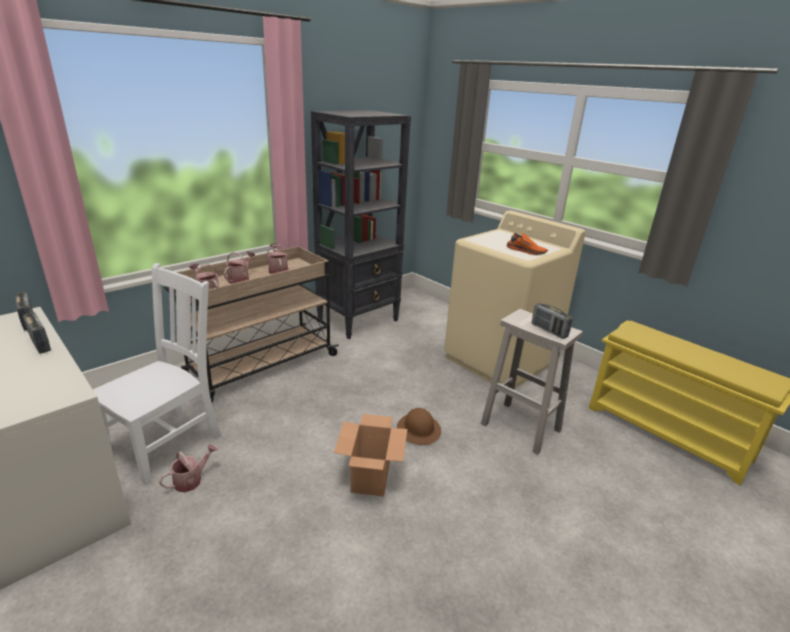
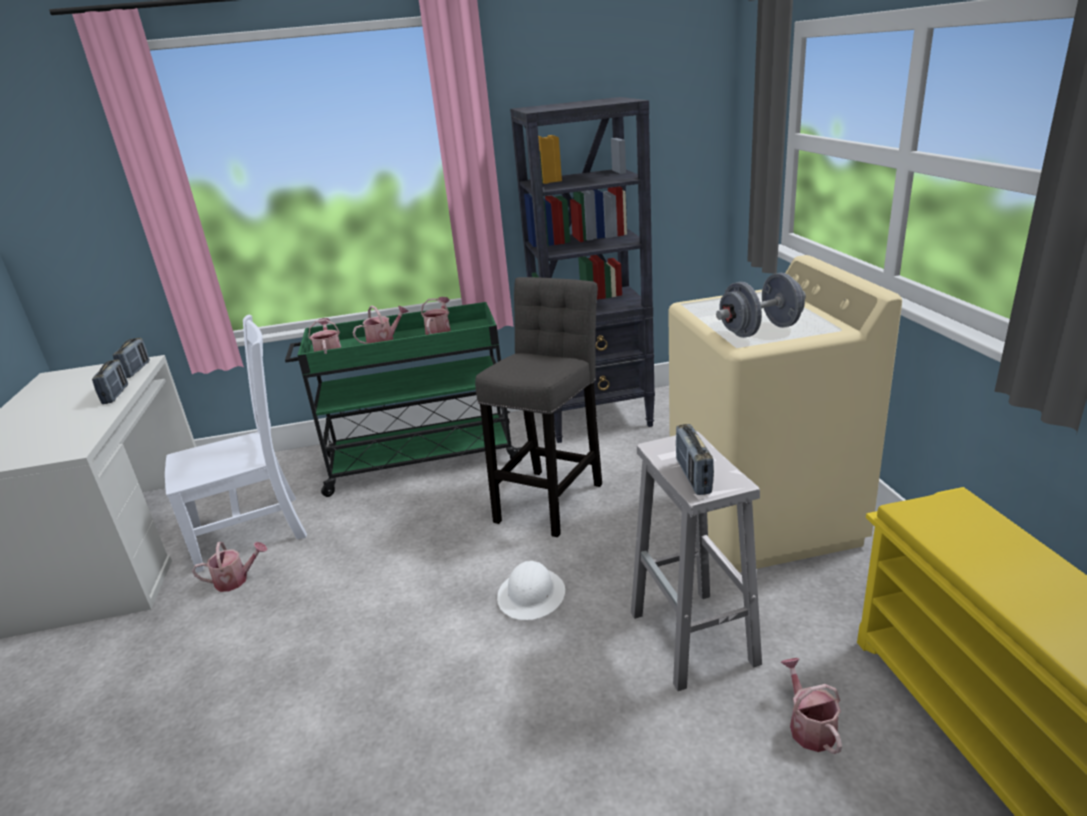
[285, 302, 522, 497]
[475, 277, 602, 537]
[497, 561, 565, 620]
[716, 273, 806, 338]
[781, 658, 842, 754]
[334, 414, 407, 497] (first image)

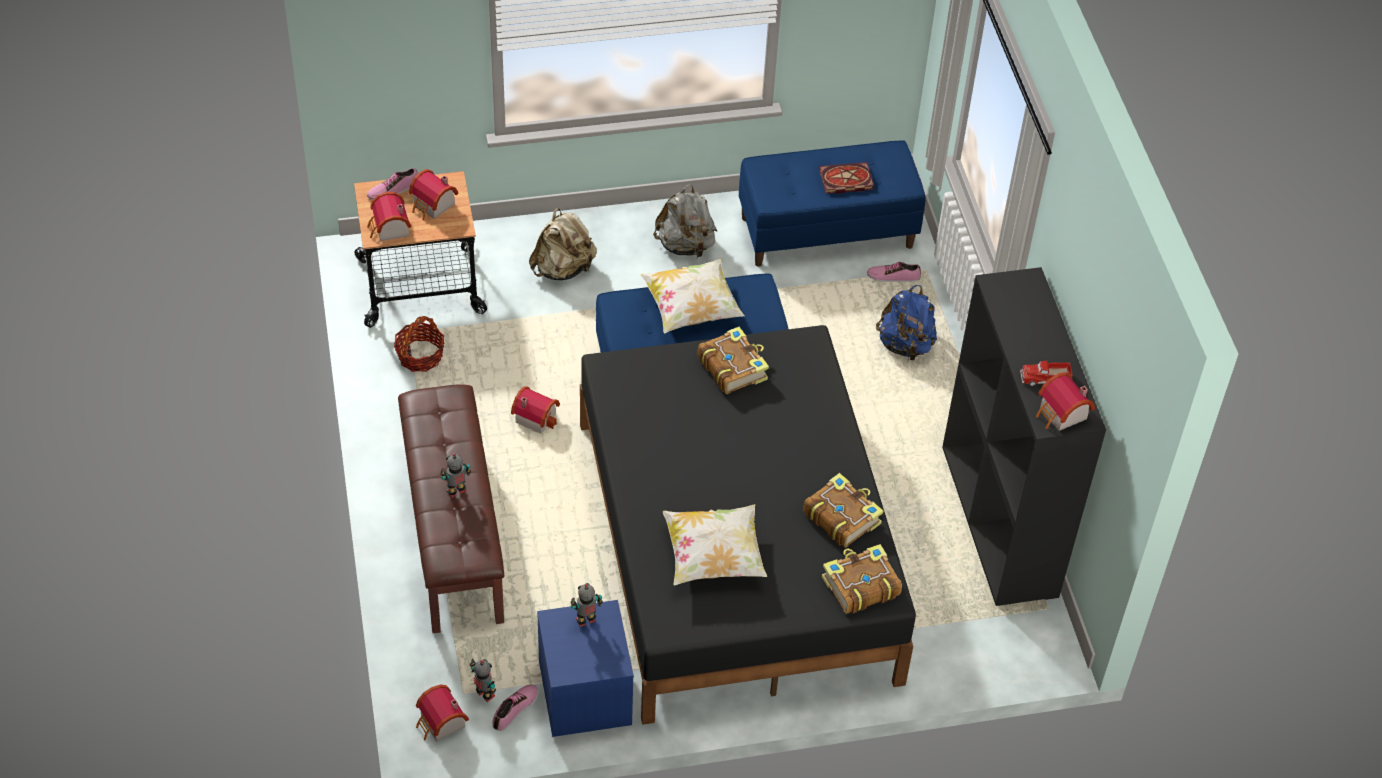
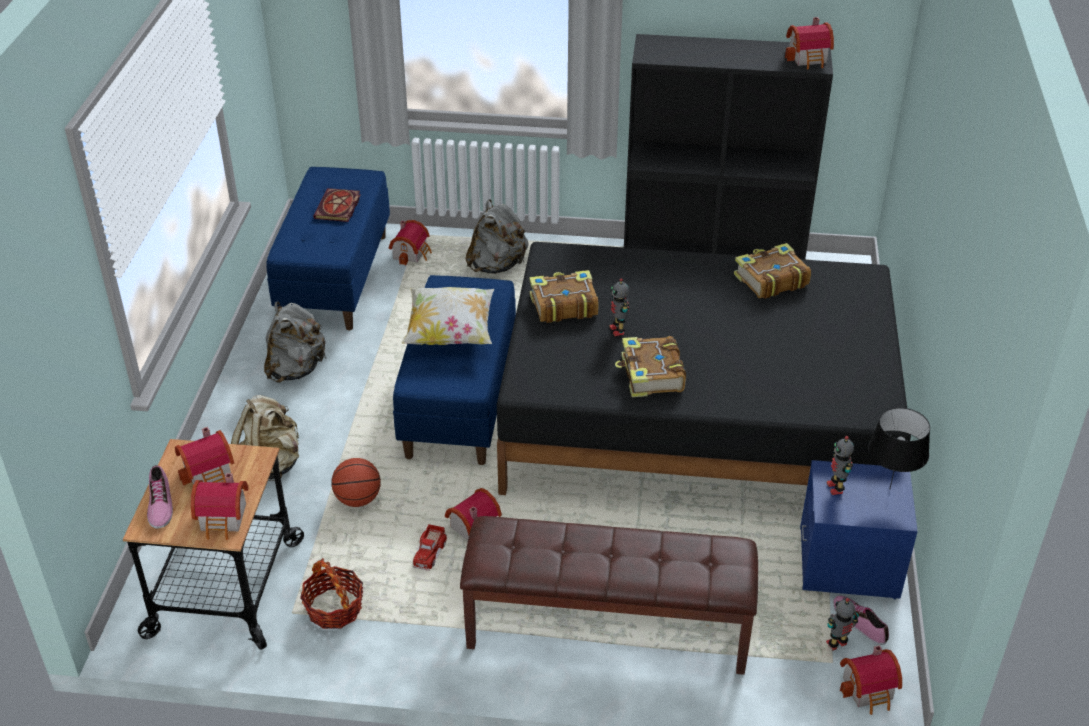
[331, 458, 381, 507]
[389, 220, 432, 266]
[413, 524, 447, 571]
[466, 199, 529, 274]
[610, 278, 629, 336]
[615, 336, 686, 397]
[868, 408, 930, 490]
[663, 504, 767, 586] (first image)

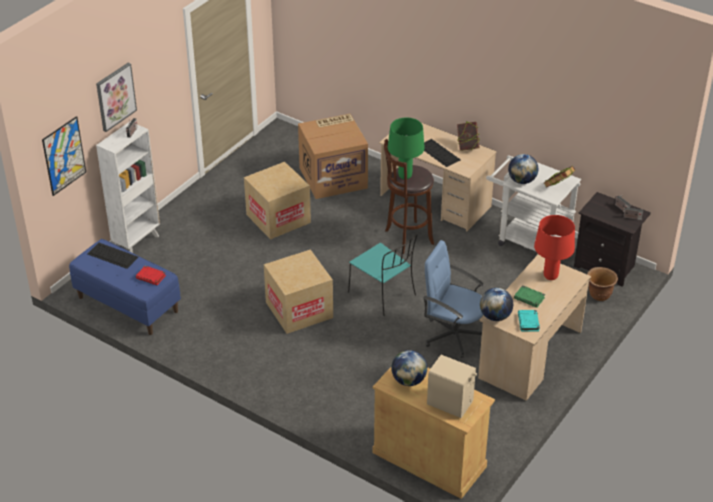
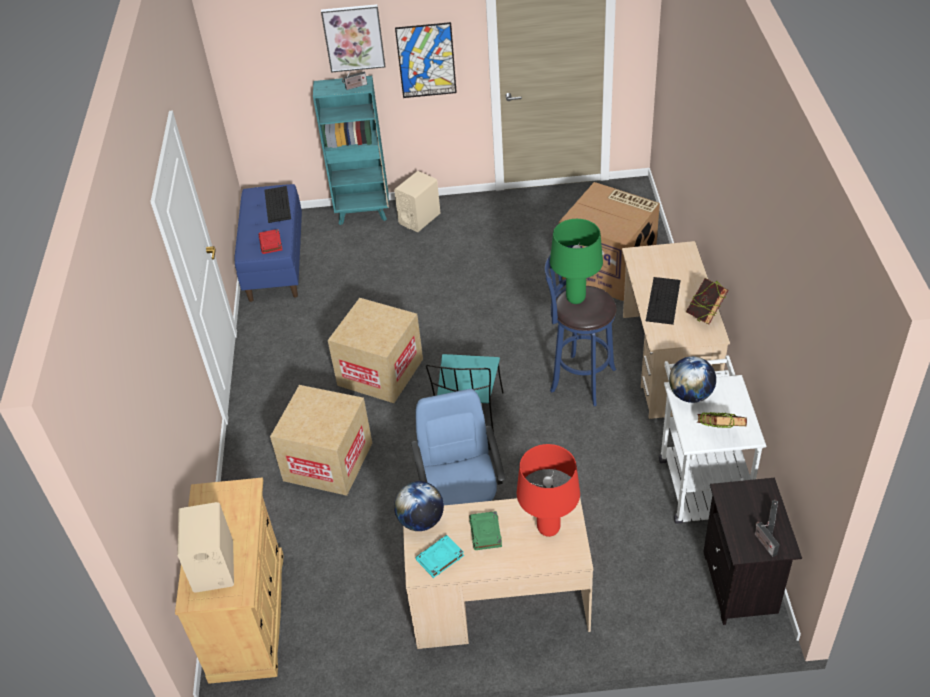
[270, 385, 372, 496]
[313, 76, 389, 225]
[394, 171, 441, 232]
[395, 22, 457, 98]
[545, 245, 616, 406]
[391, 350, 427, 386] (first image)
[587, 267, 618, 301] (first image)

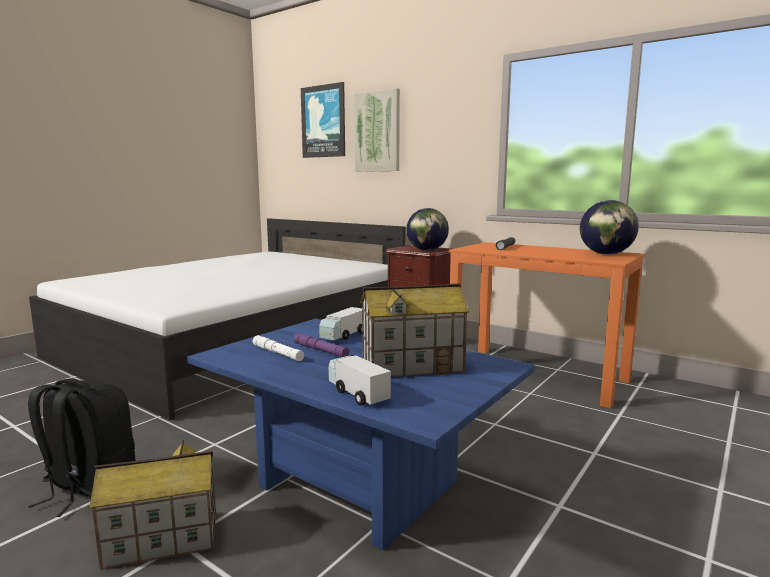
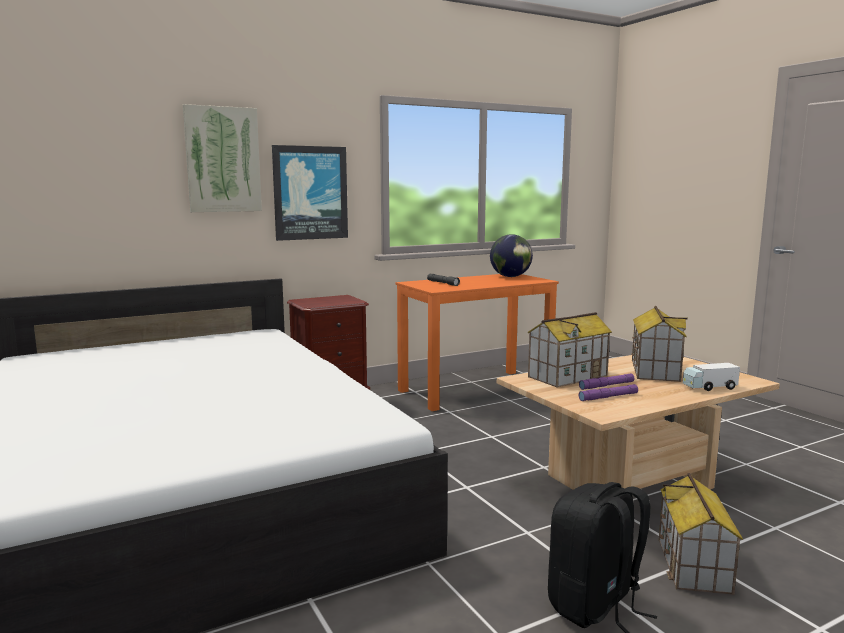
[272, 145, 348, 241]
[497, 355, 780, 490]
[528, 312, 612, 387]
[579, 384, 638, 401]
[406, 208, 449, 251] (first image)

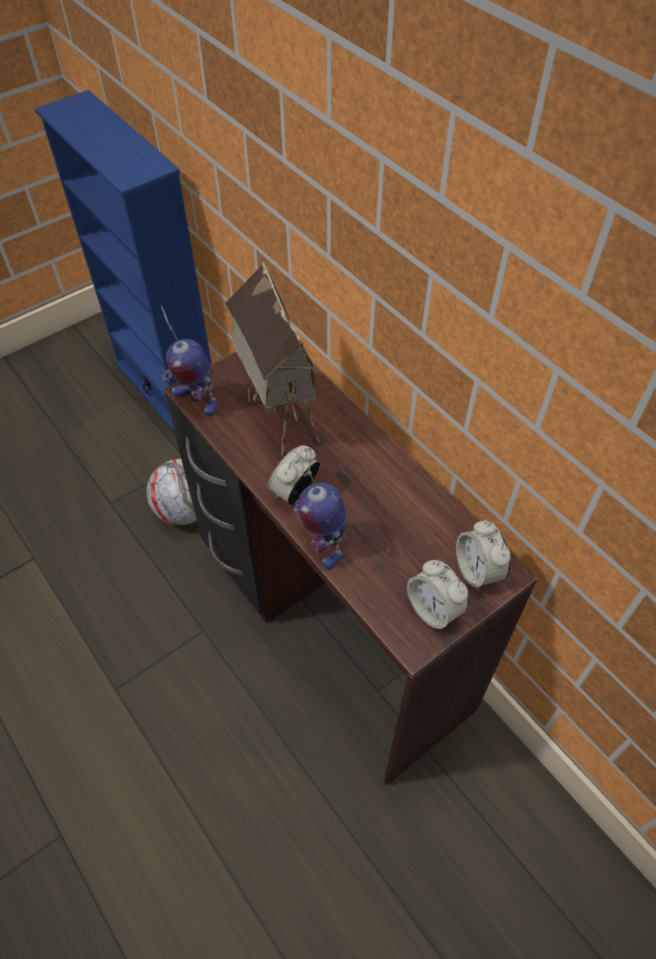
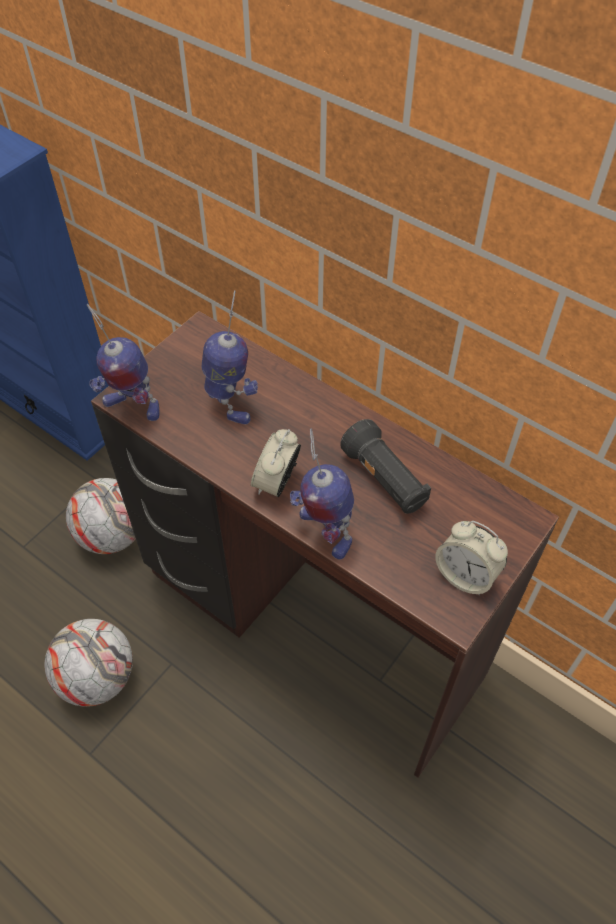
[44, 619, 133, 707]
[202, 290, 258, 425]
[340, 419, 431, 514]
[456, 520, 511, 590] (first image)

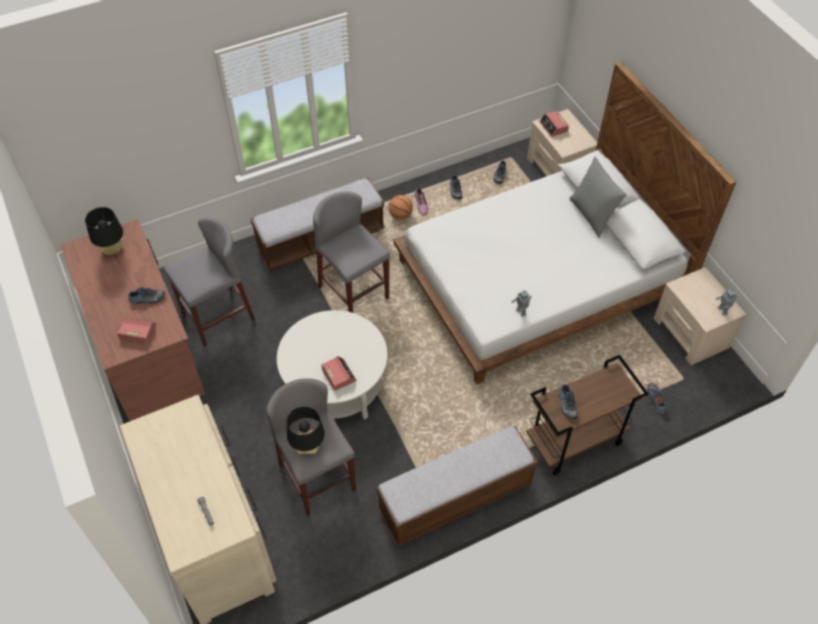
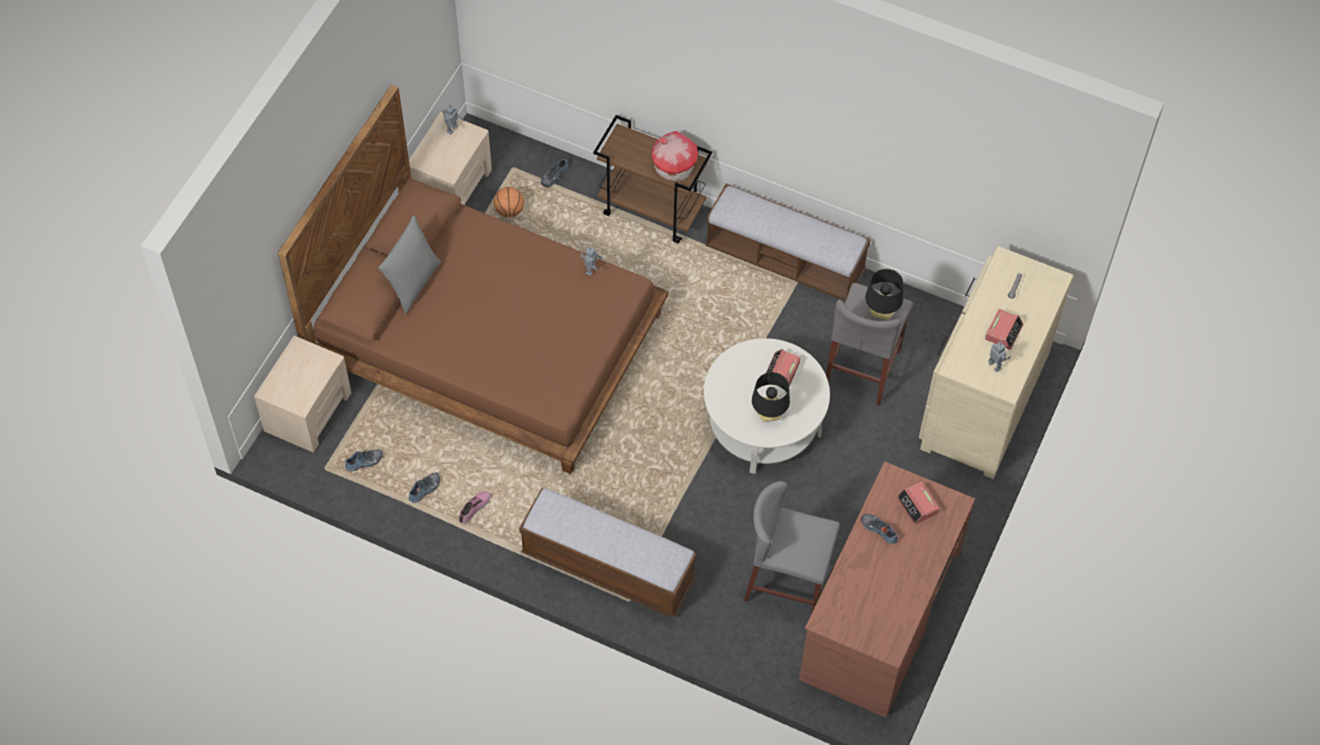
[278, 85, 668, 474]
[494, 187, 525, 218]
[651, 131, 698, 181]
[752, 372, 790, 422]
[985, 309, 1024, 350]
[988, 342, 1011, 372]
[313, 192, 390, 313] (first image)

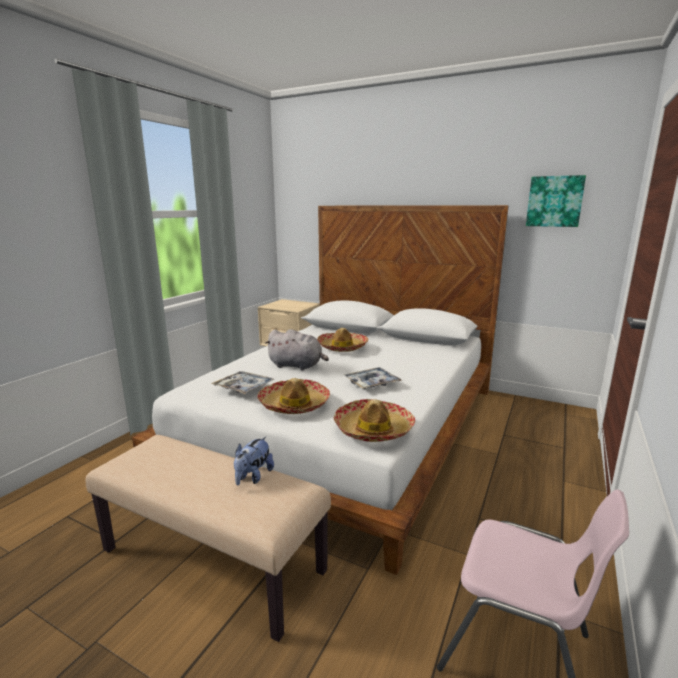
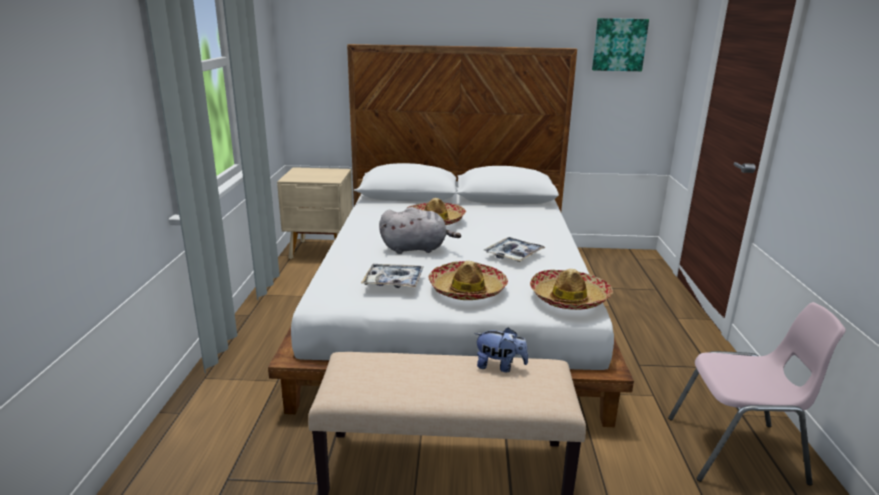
[474, 327, 528, 372]

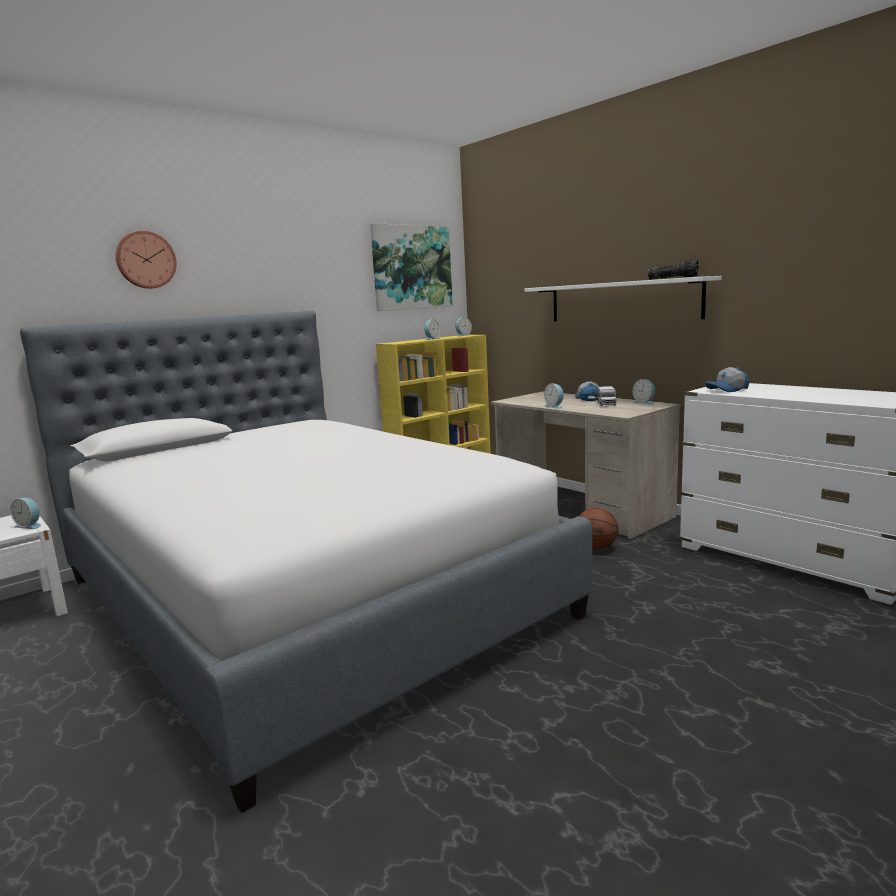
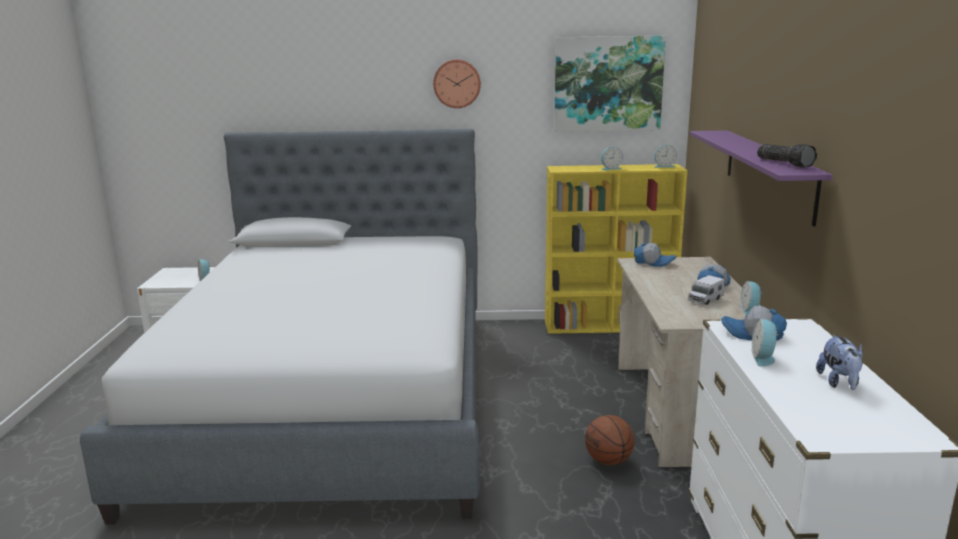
[433, 59, 481, 108]
[634, 243, 676, 267]
[690, 130, 833, 227]
[751, 319, 780, 367]
[816, 334, 863, 390]

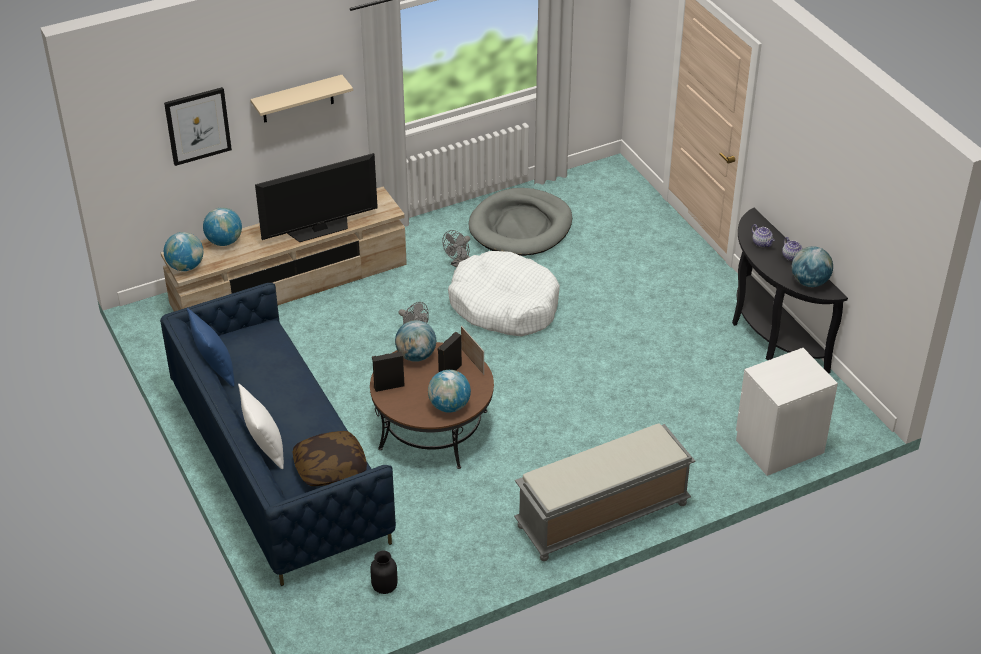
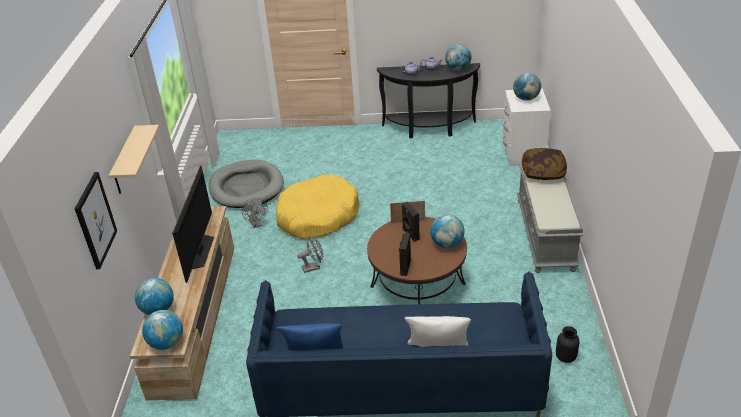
[276, 174, 360, 239]
[513, 73, 541, 101]
[522, 148, 567, 180]

